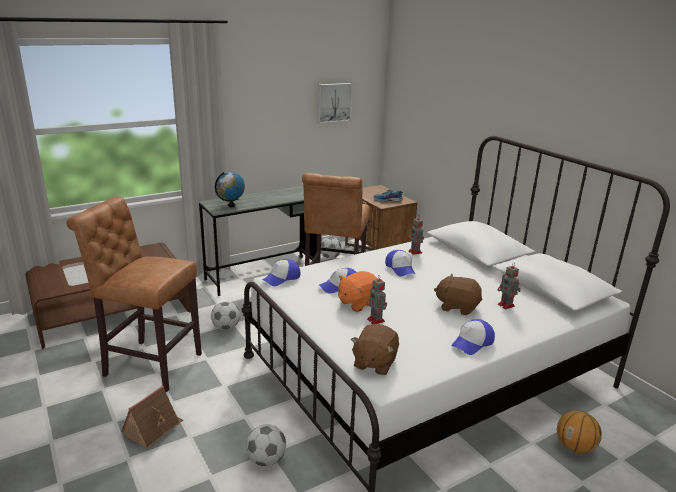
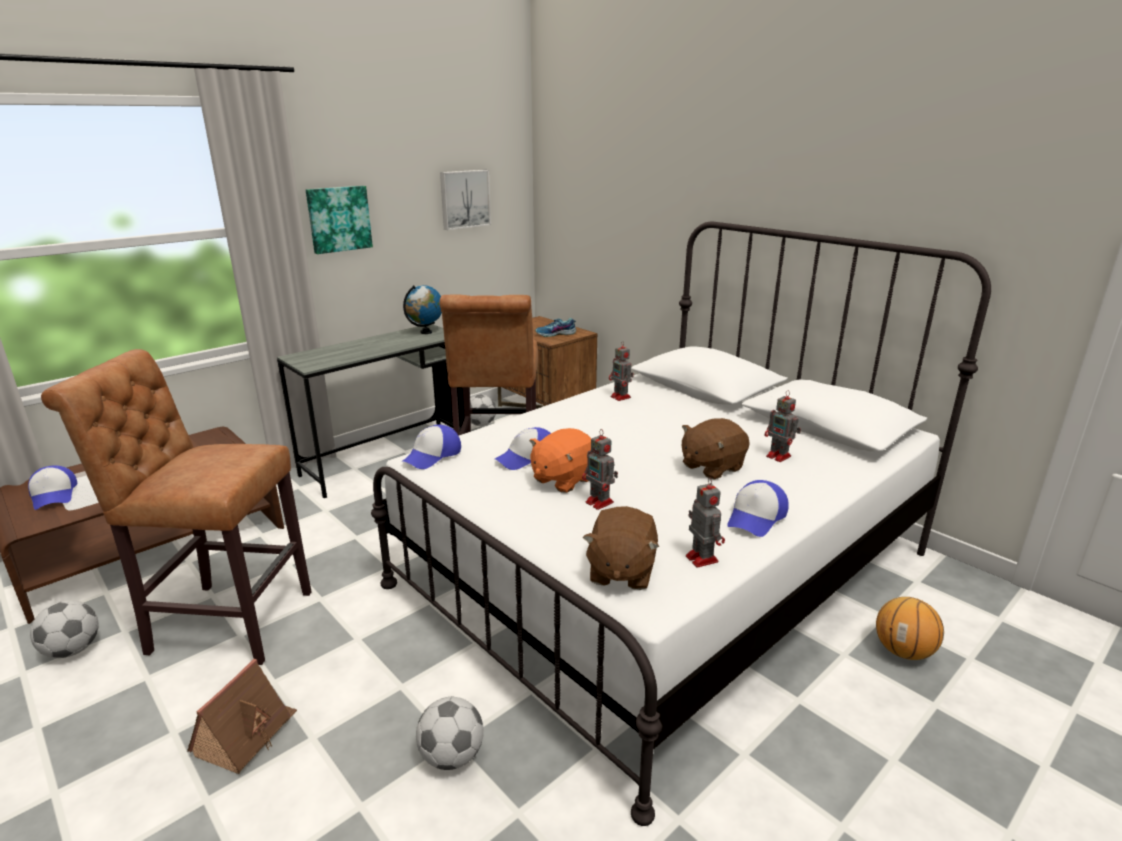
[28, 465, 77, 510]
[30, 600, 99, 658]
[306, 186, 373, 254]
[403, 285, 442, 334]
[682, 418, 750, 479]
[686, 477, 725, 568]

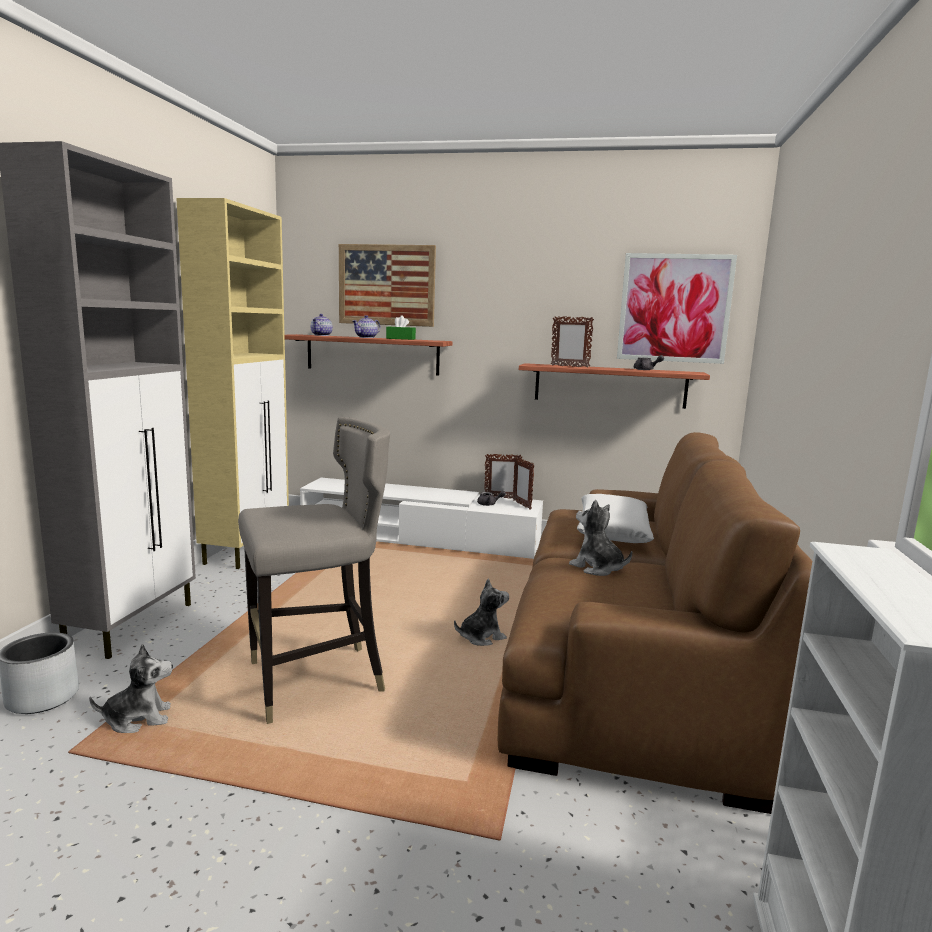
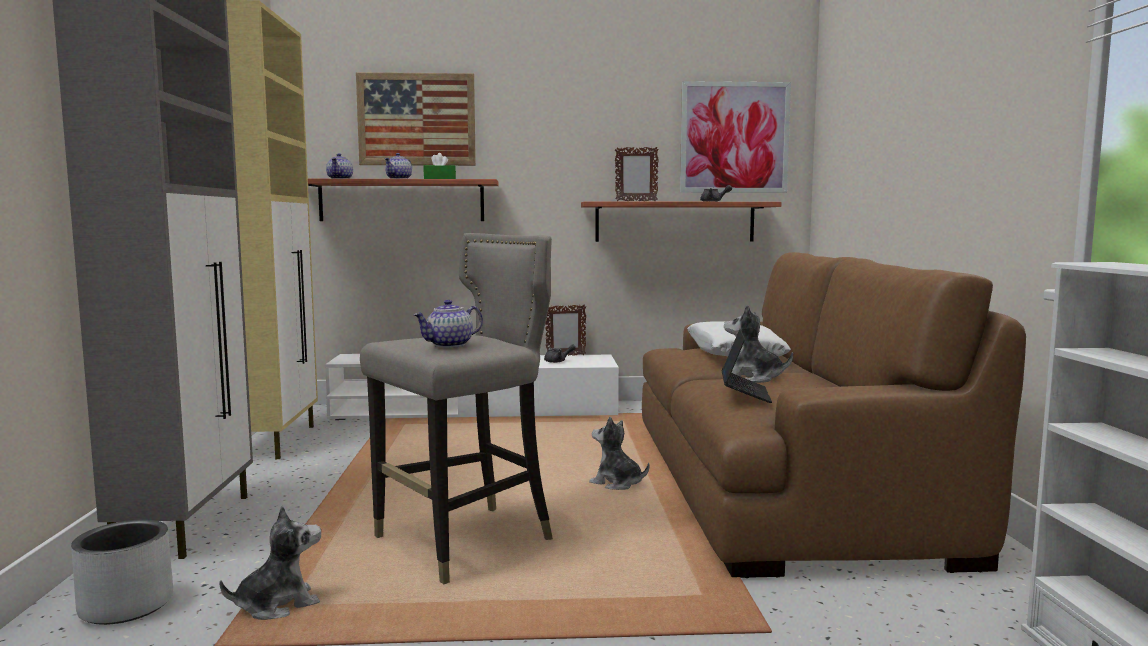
[413, 300, 483, 348]
[589, 417, 649, 490]
[722, 329, 772, 403]
[513, 457, 534, 510] (first image)

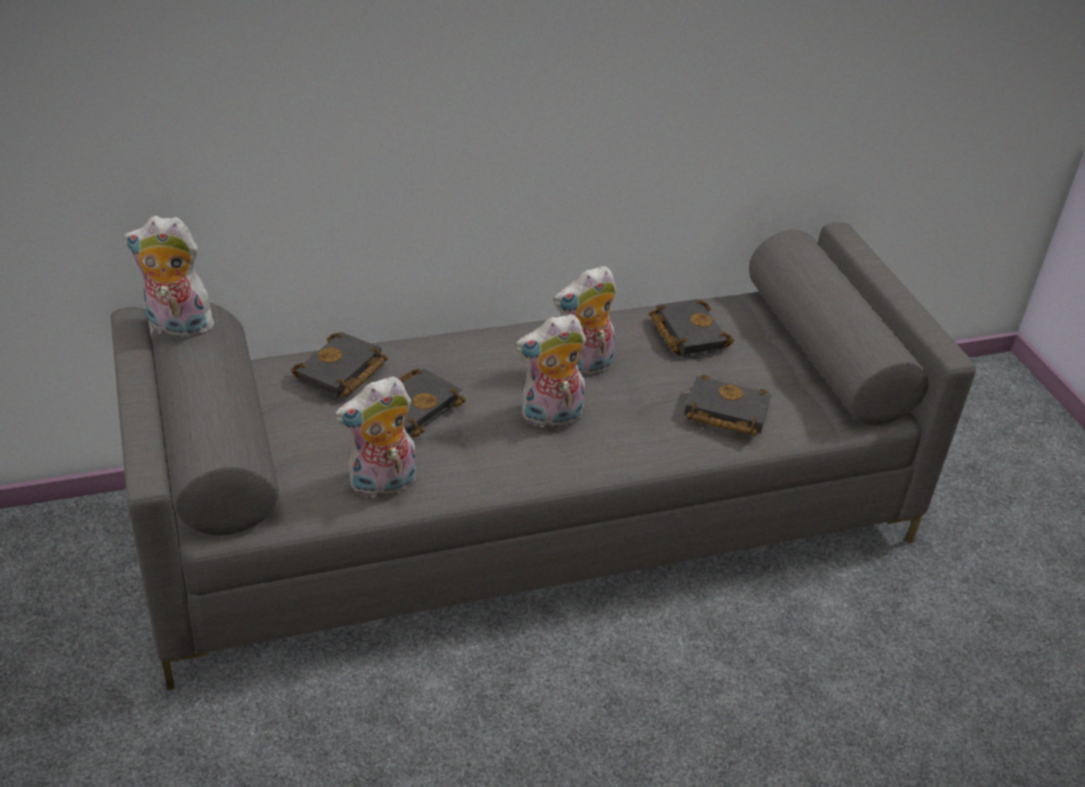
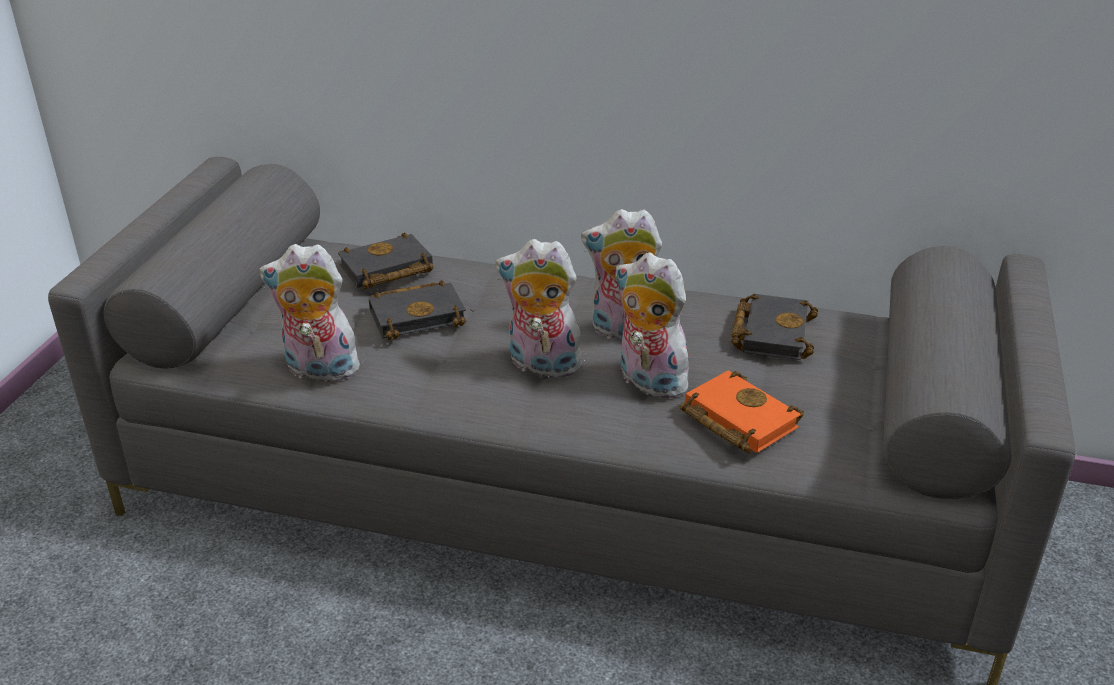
[614, 253, 695, 399]
[680, 370, 804, 454]

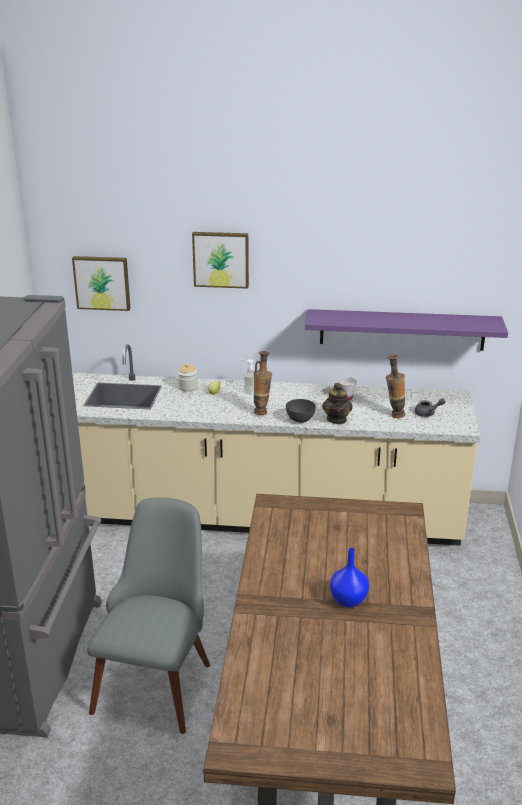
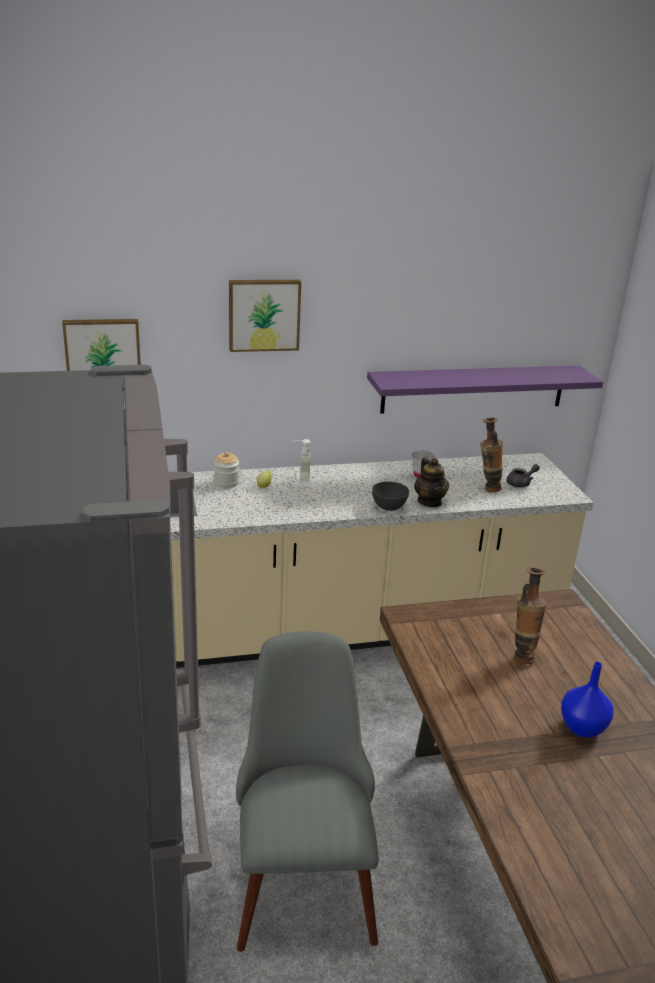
[514, 567, 547, 664]

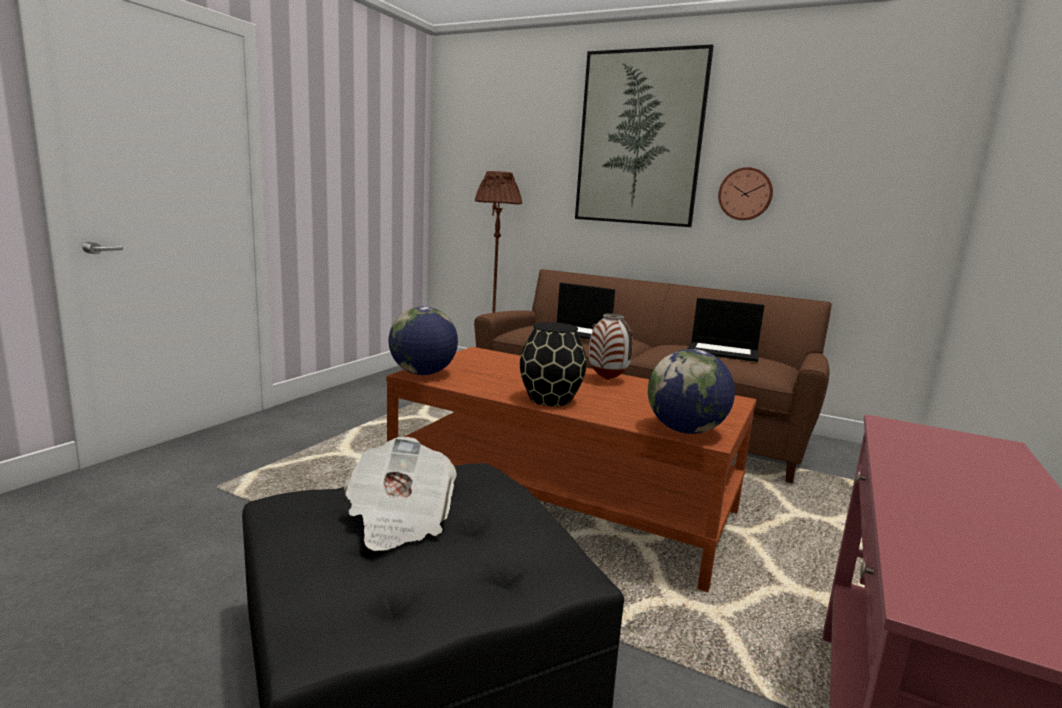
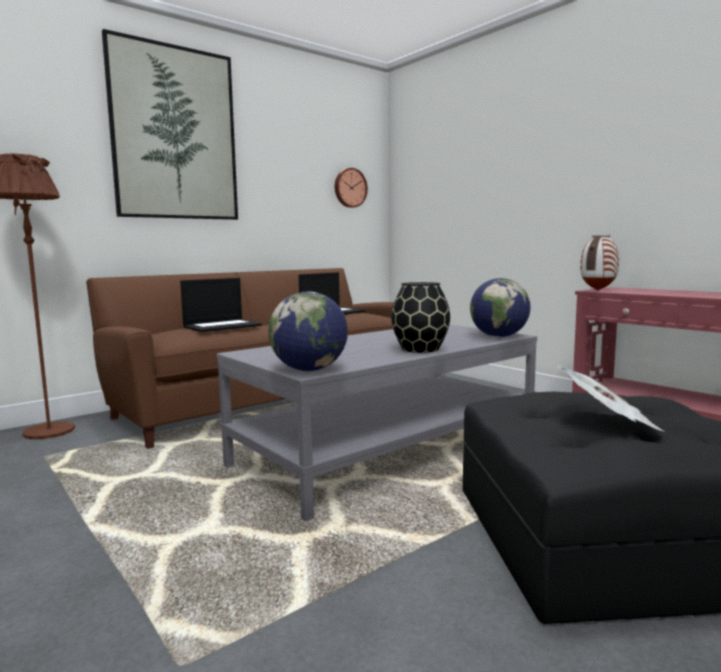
[217, 325, 537, 521]
[335, 168, 368, 208]
[580, 235, 619, 290]

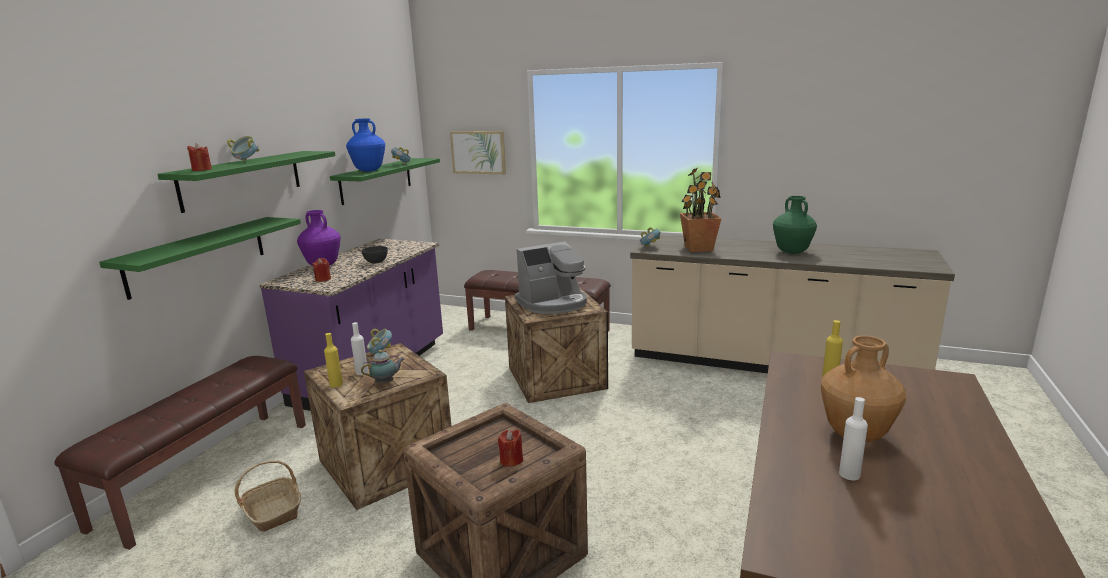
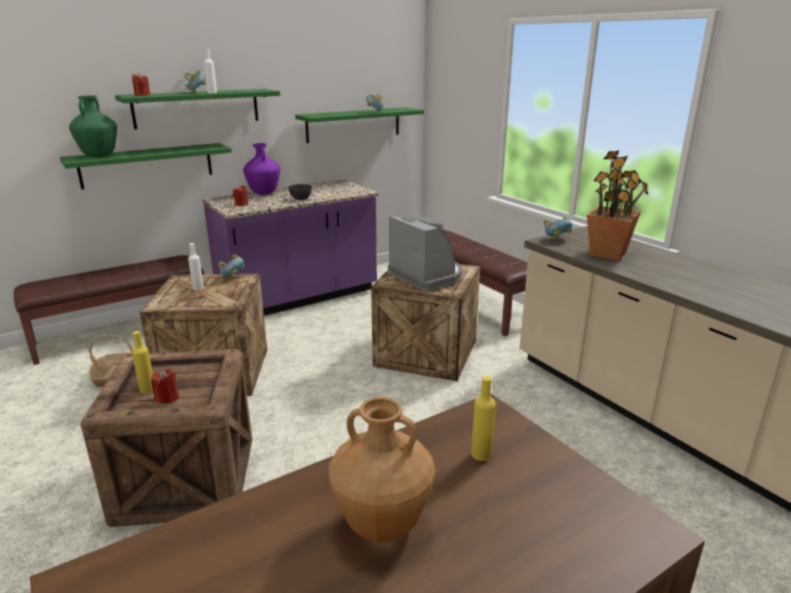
[69, 96, 117, 158]
[132, 331, 153, 394]
[204, 49, 217, 93]
[388, 216, 463, 291]
[346, 118, 385, 172] (first image)
[361, 350, 405, 385] (first image)
[450, 131, 506, 174] (first image)

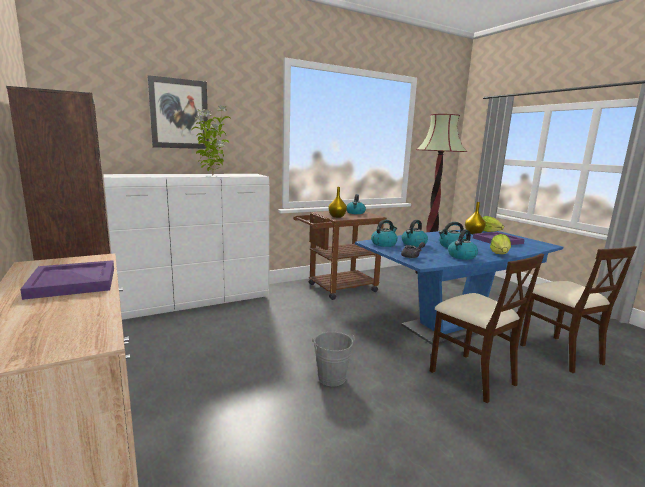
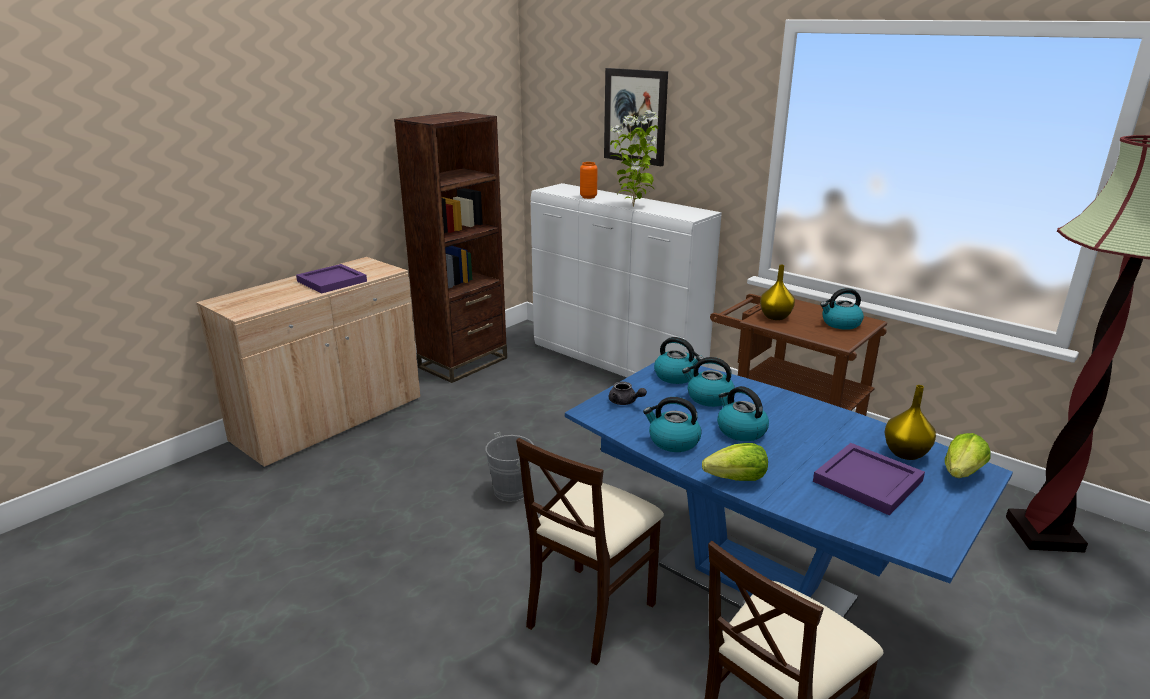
[580, 162, 598, 199]

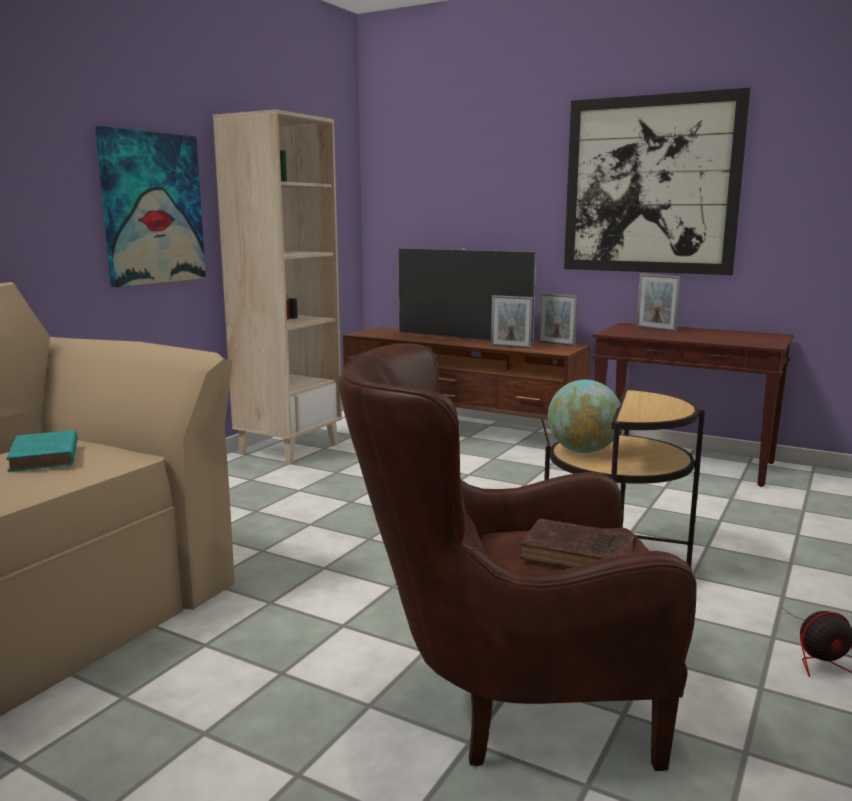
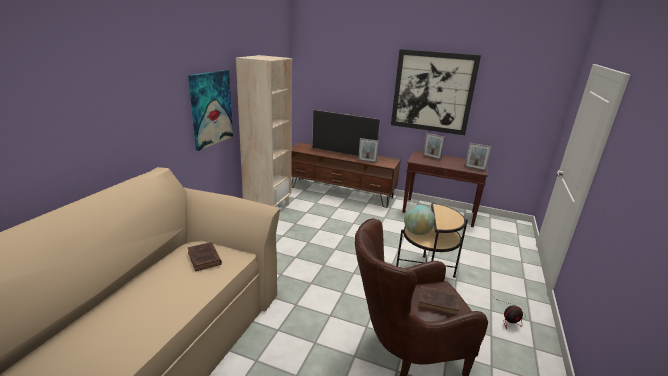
[188, 242, 222, 271]
[465, 143, 492, 171]

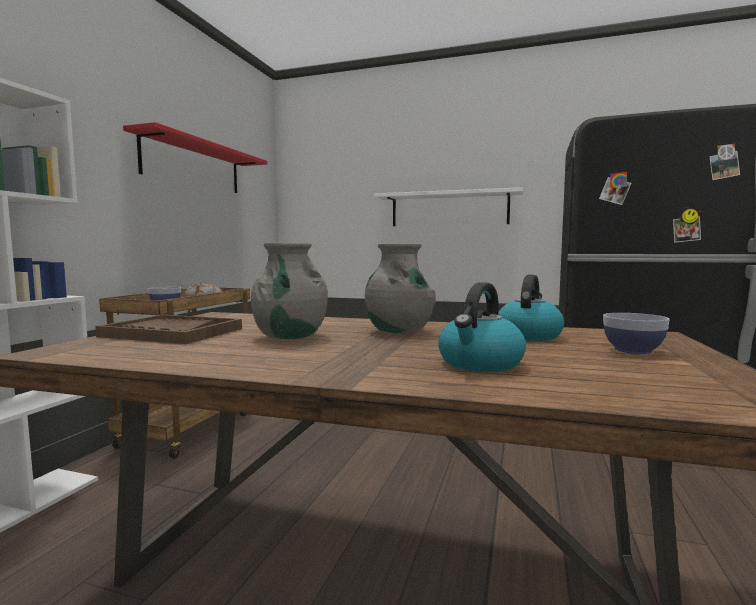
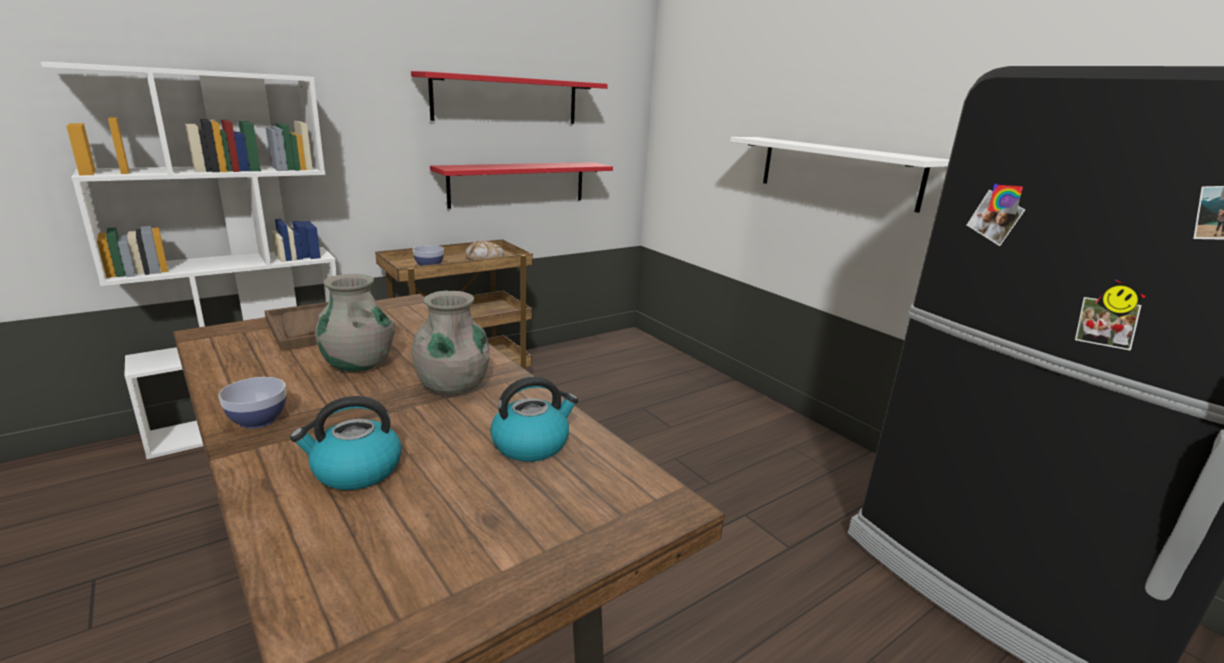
[218, 377, 286, 429]
[430, 162, 613, 209]

